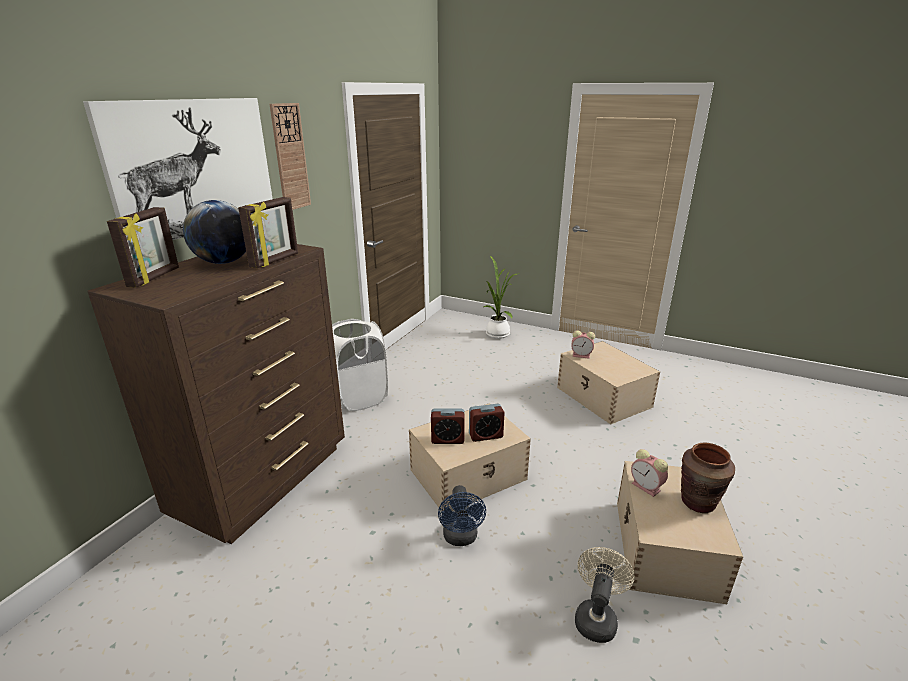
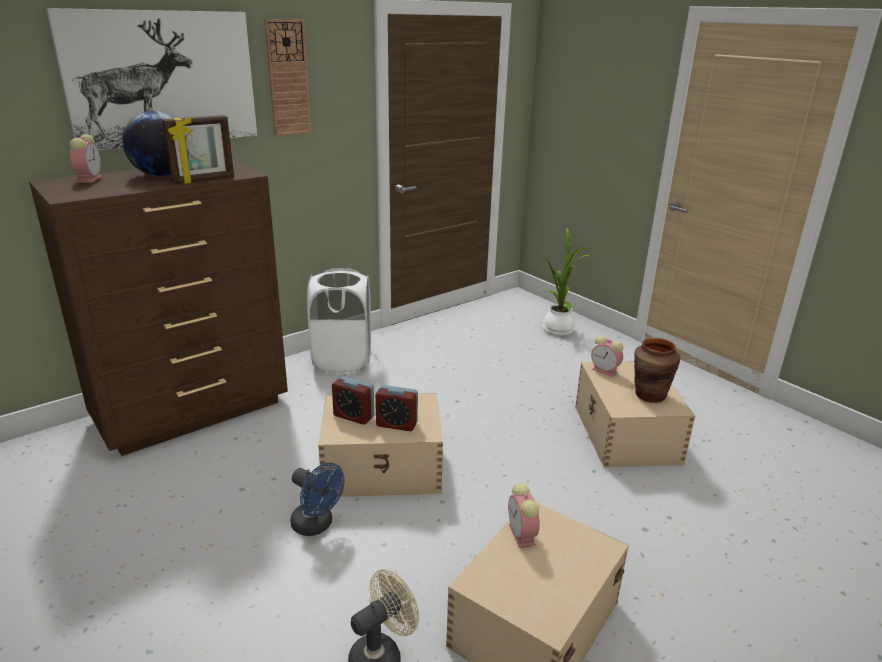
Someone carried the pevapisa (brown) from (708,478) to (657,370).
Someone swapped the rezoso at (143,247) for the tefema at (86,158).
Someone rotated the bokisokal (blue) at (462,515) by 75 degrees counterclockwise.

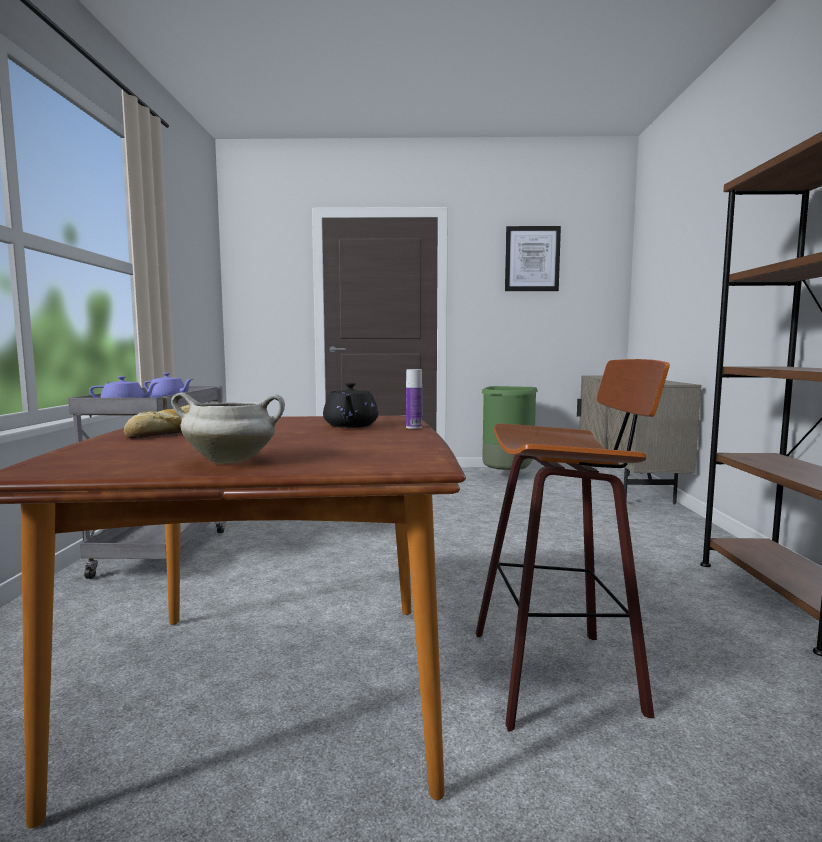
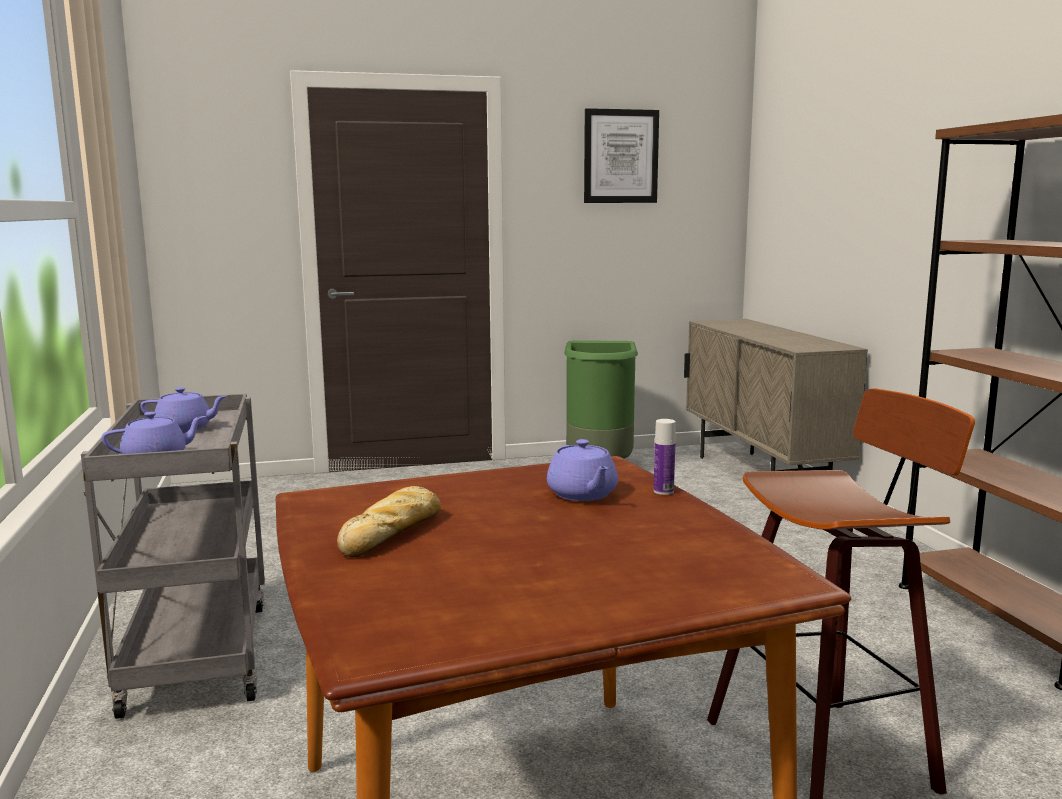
Someone took away the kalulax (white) at (228,428).
Someone repainted the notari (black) at (350,405), which became the notari (purple) at (582,470).

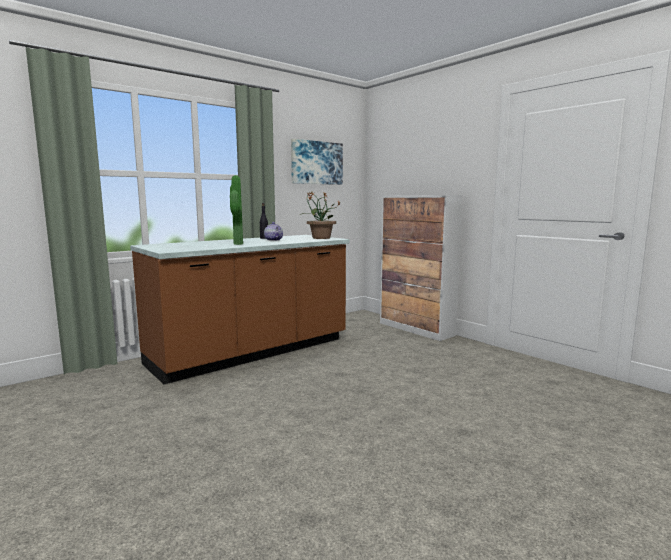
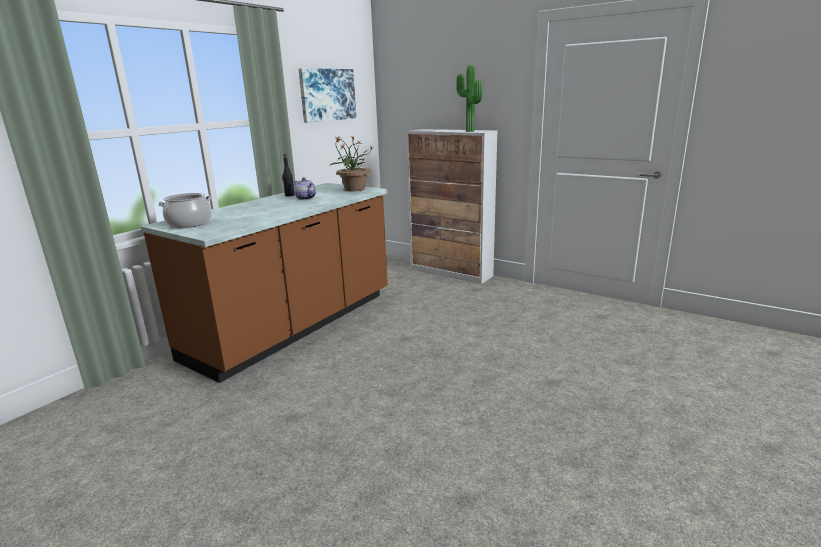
Someone put down the kalulax at (185,210).
Someone carried the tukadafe from (236,210) to (469,98).

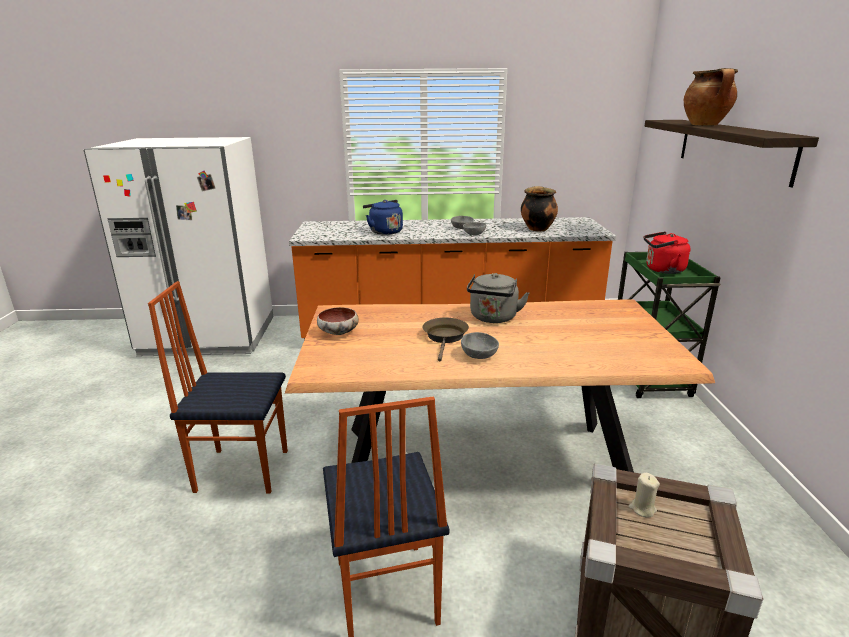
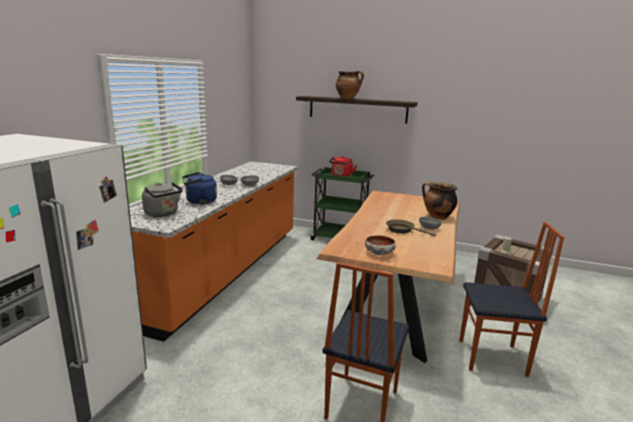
Someone carried the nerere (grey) from (498,298) to (162,199).
Someone carried the kalulax from (539,209) to (439,201).

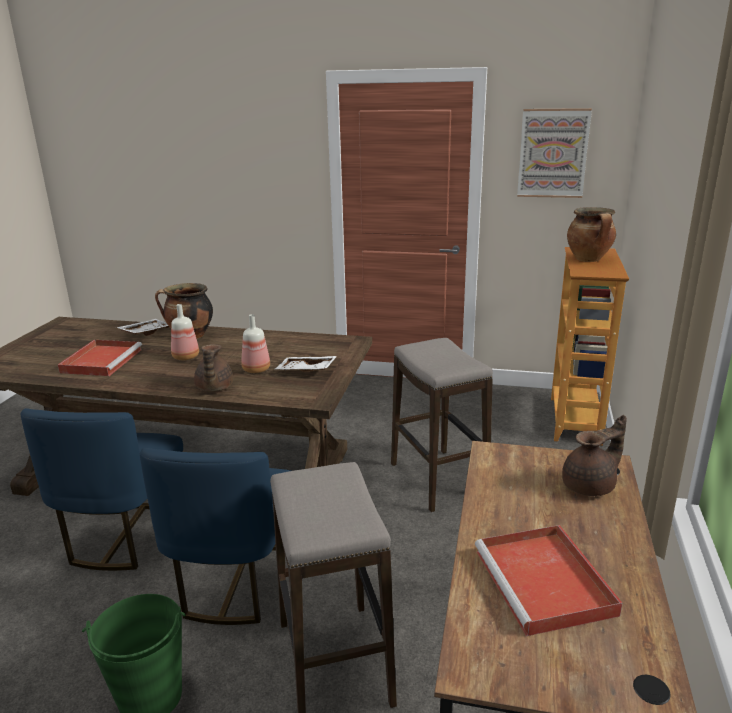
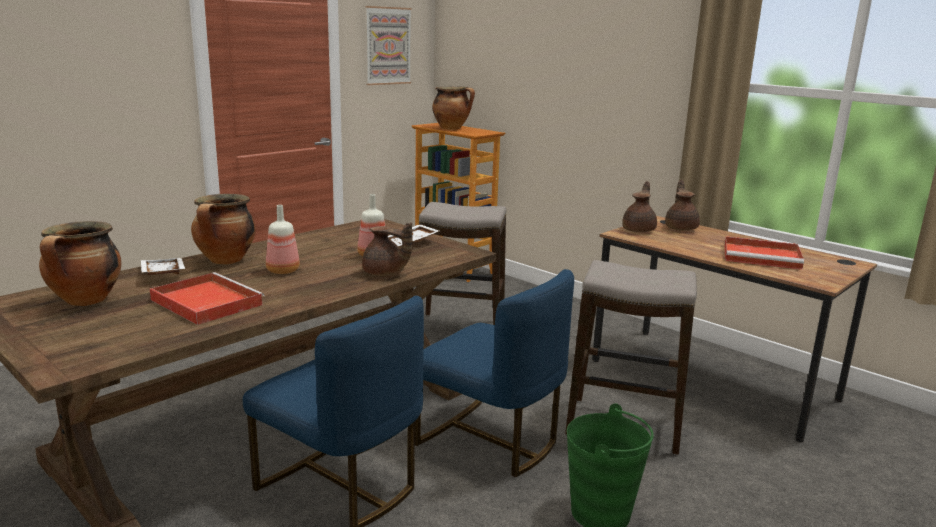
Someone put down the kalulax at (80,263).
Someone put down the notari (brown) at (639,206).

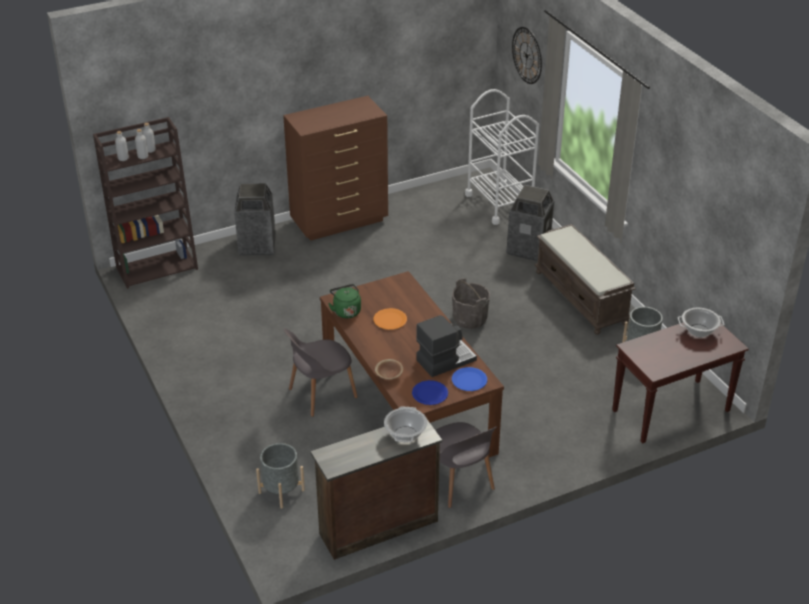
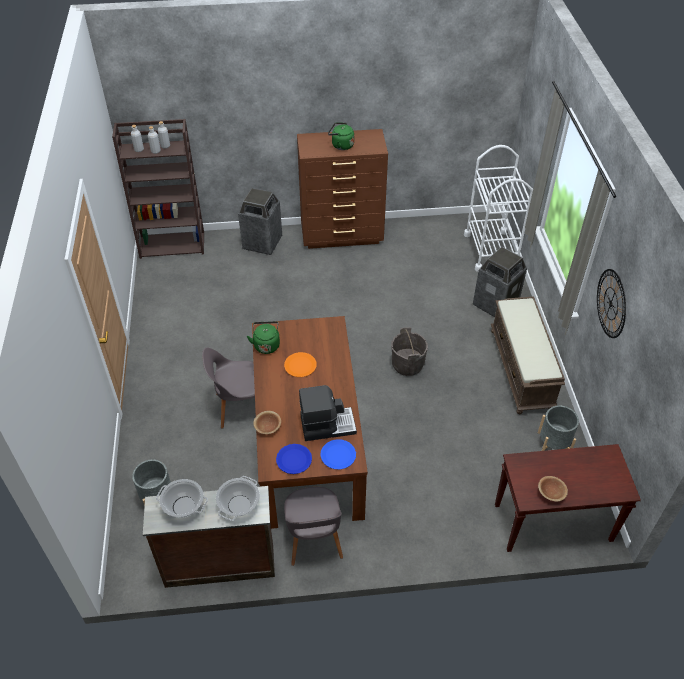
Someone put down the nerere (green) at (341,136).
Someone put down the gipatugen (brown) at (553,489).
Someone carried the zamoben from (527,55) to (611,303).
Someone carried the kalulax from (701,322) to (182,498).

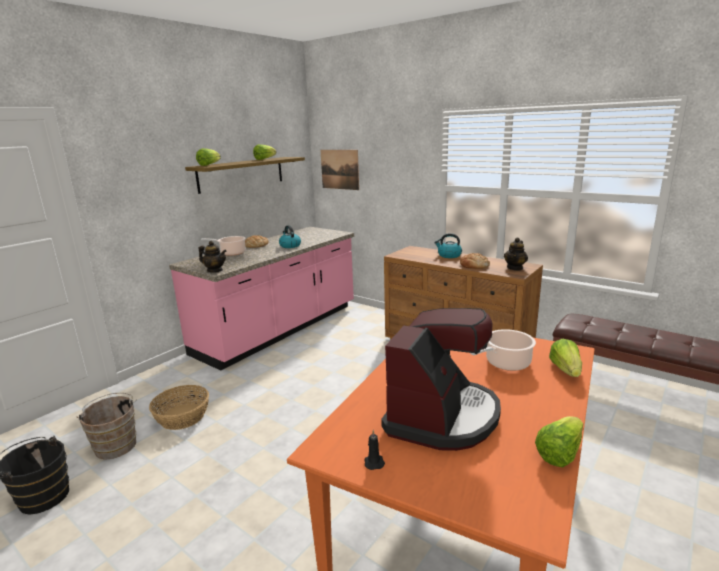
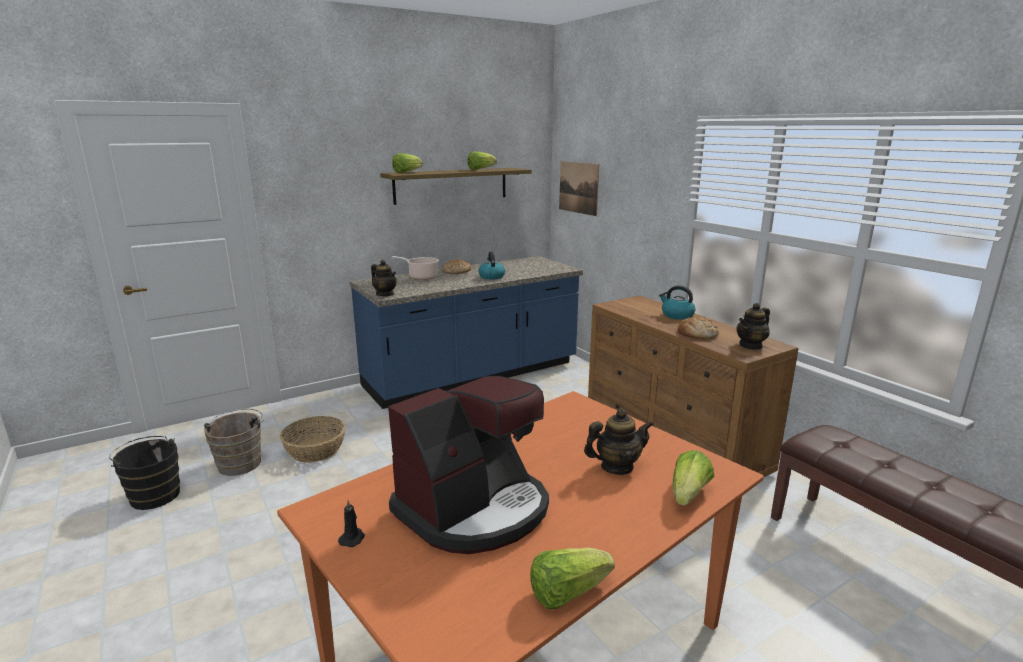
Someone swapped the kalulax at (503,350) for the notari at (619,441).
Someone repainted the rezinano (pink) at (261,298), which became the rezinano (blue) at (466,332).

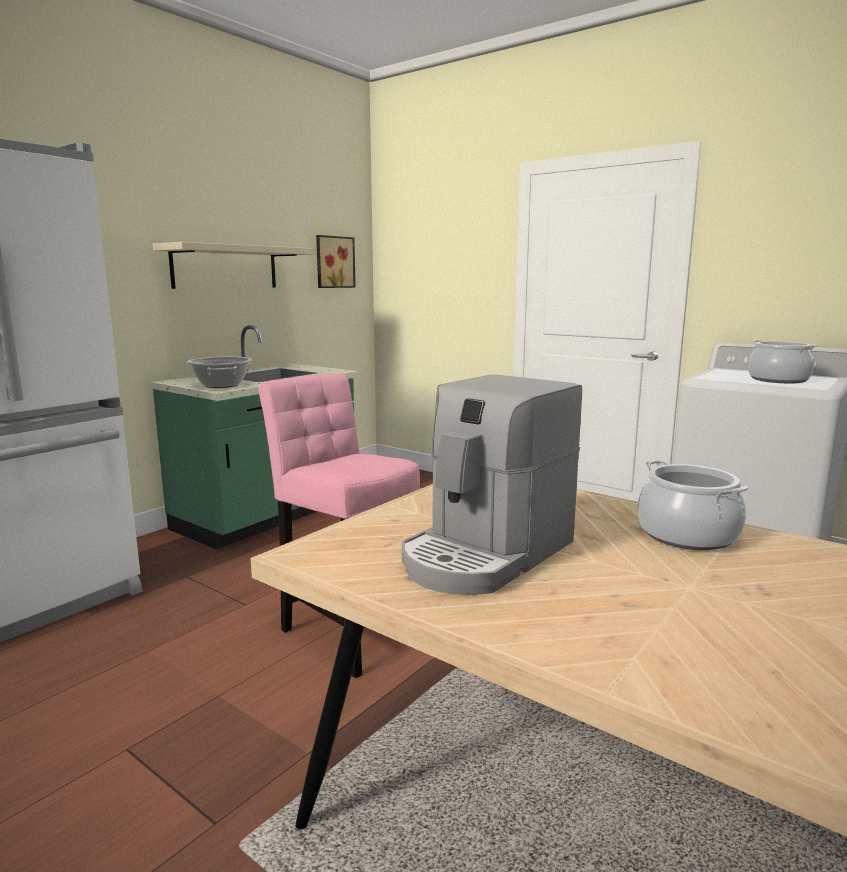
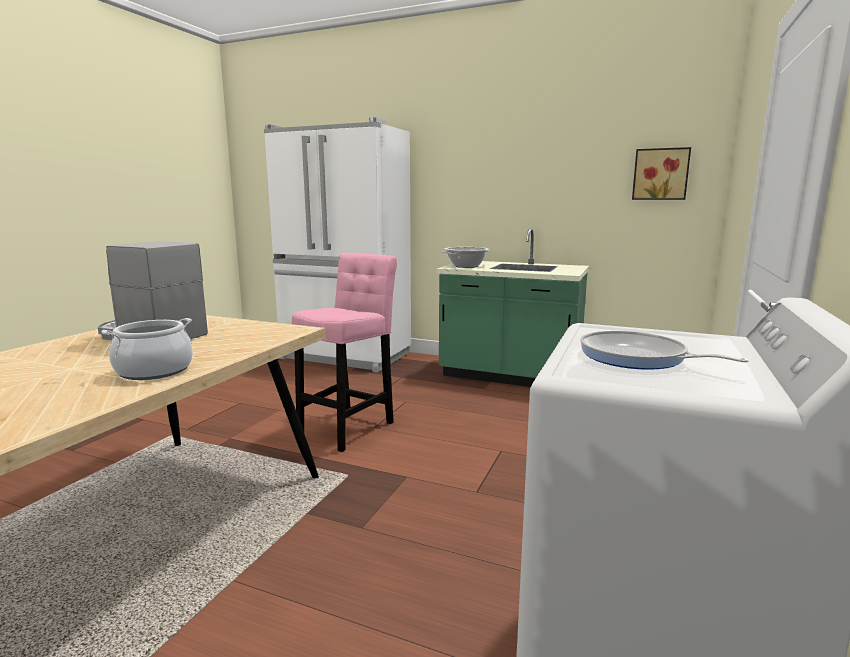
Someone took away the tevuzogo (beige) at (233,265).
Someone swapped the kalulax at (783,361) for the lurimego at (664,350).

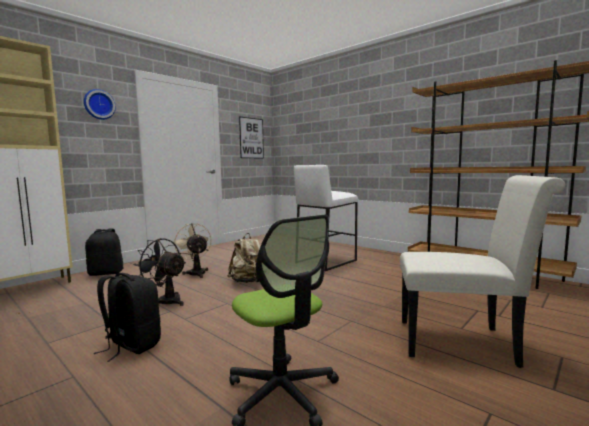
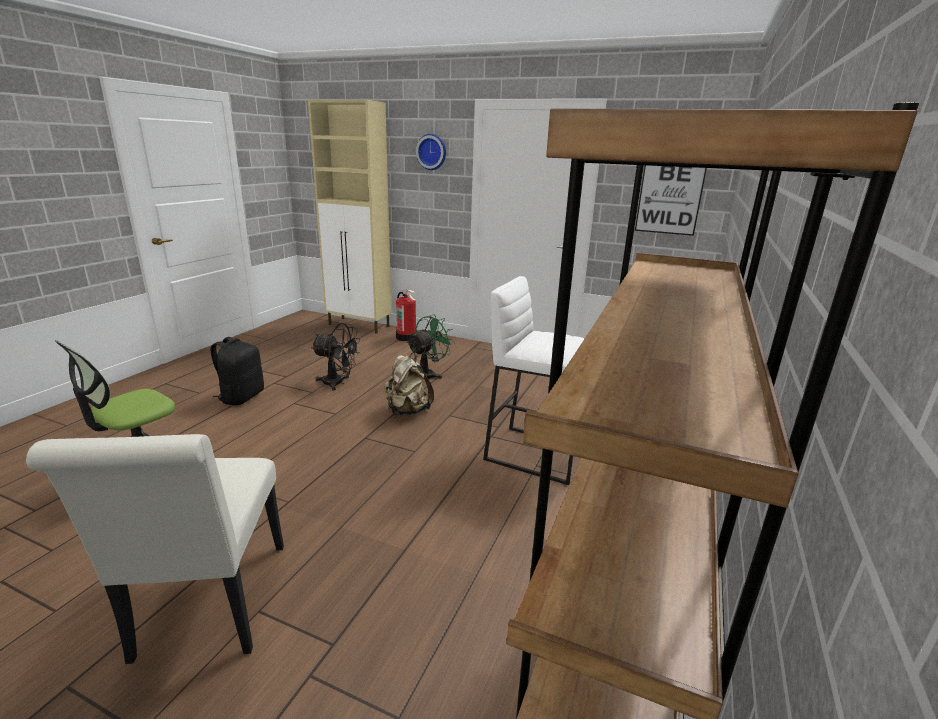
Someone swapped the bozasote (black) at (104,252) for the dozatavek at (406,315).
Someone repainted the bokisokal (beige) at (192,251), which became the bokisokal (green) at (431,347).
Someone rotated the bokisokal (black) at (159,272) by 90 degrees clockwise.

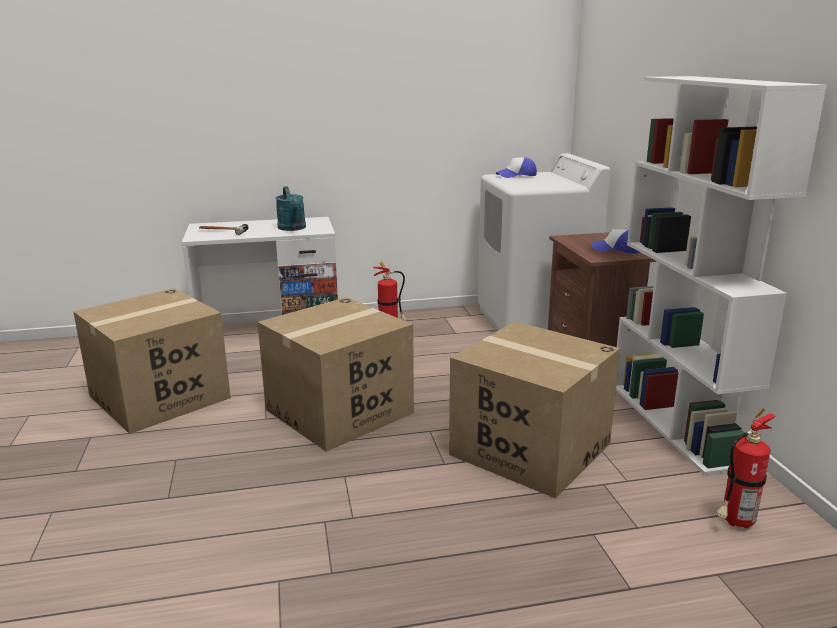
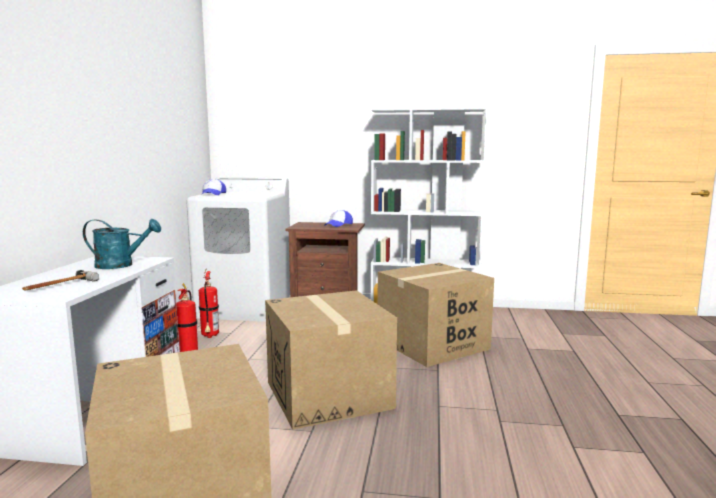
Someone carried the dozatavek from (746,468) to (209,304).

